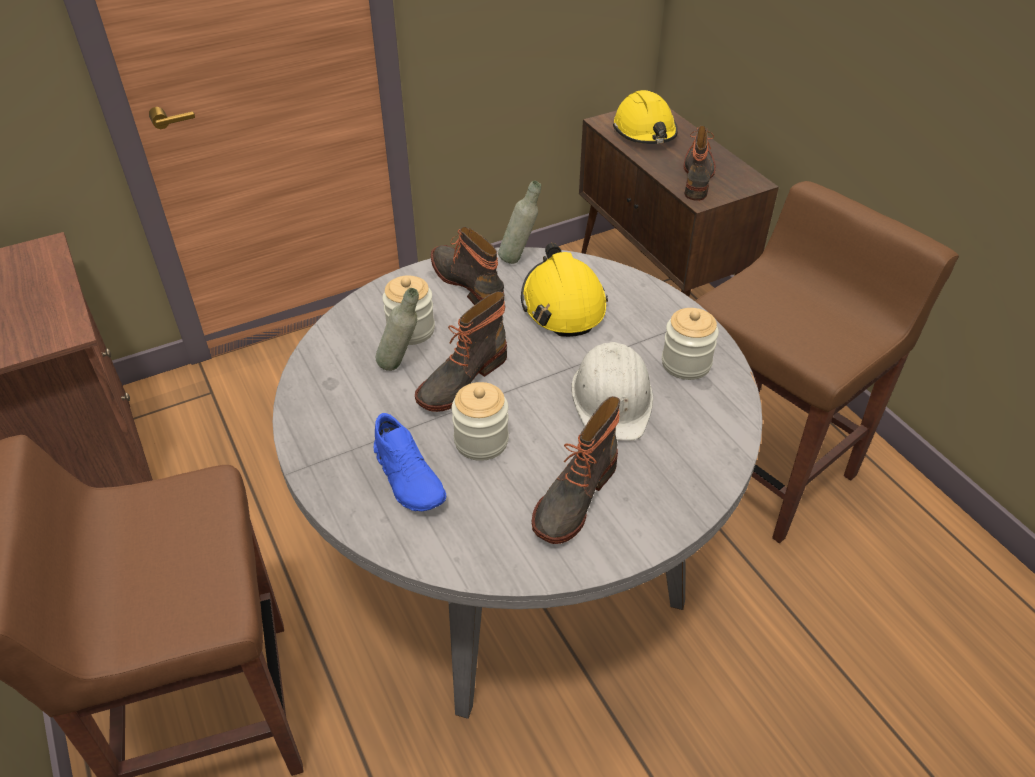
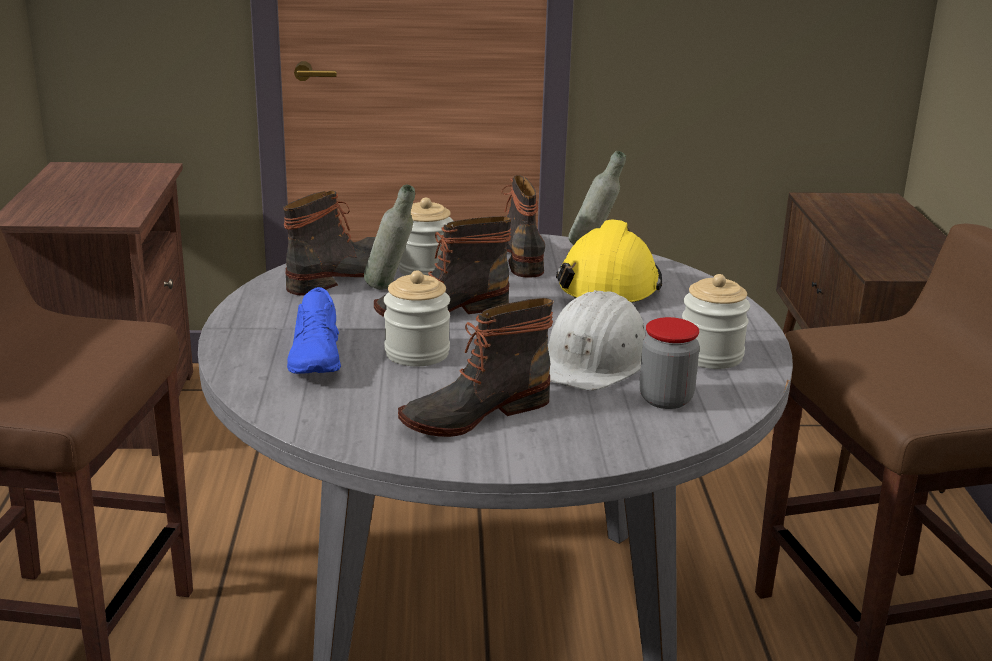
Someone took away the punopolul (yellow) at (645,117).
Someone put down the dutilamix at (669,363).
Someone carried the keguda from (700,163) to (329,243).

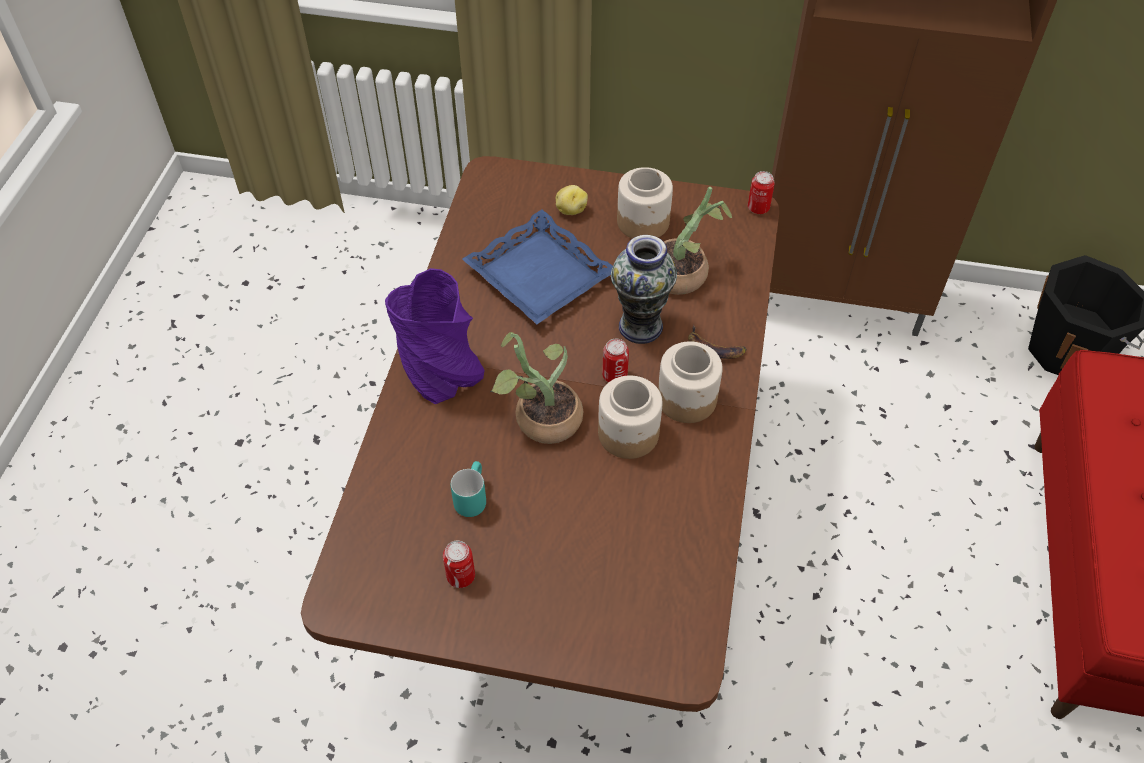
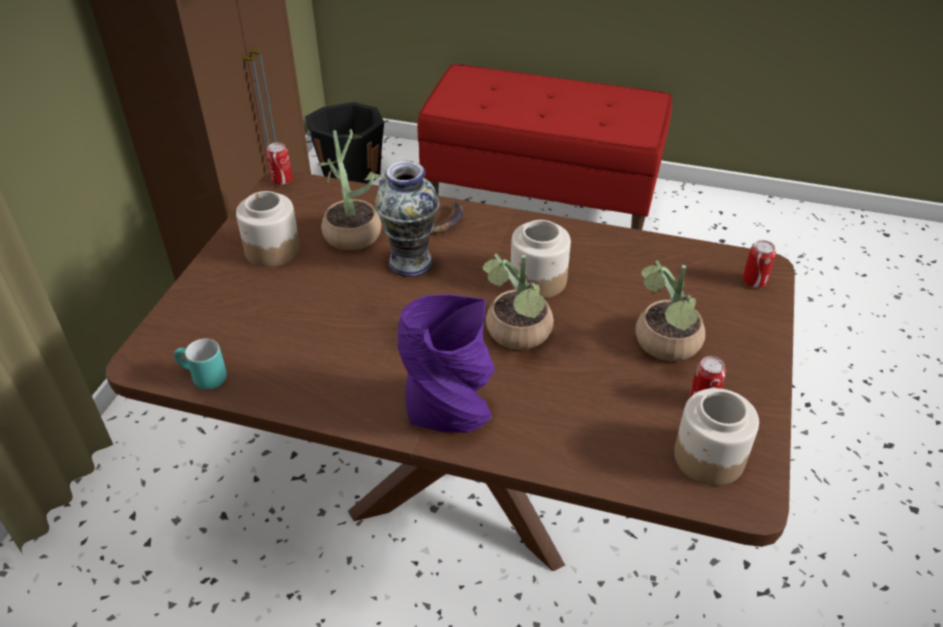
Someone took away the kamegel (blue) at (537,266).
Someone took away the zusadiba at (572,200).
Someone put down the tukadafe at (670,310).
Someone carried the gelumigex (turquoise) from (468,489) to (200,364).
Someone carried the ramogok from (615,360) to (759,264).
Someone carried the dutilamix from (690,382) to (716,437).

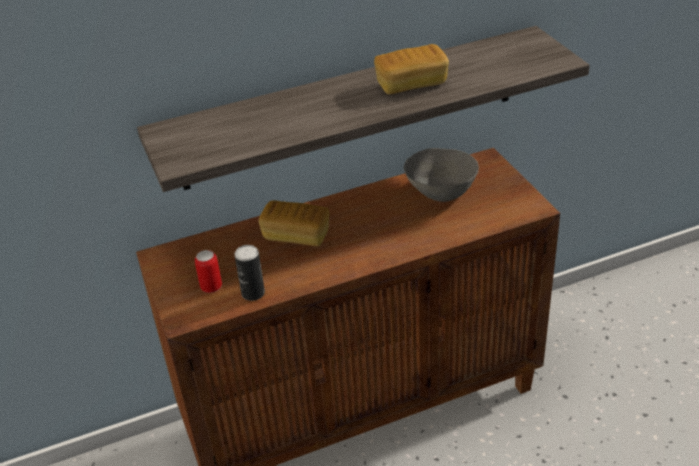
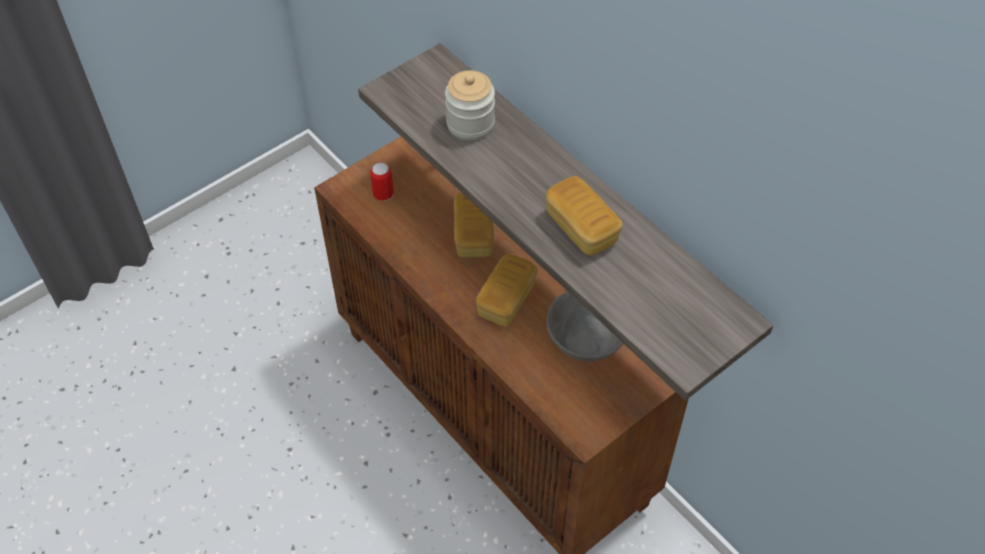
Someone took away the ramogok at (249,273).
Someone put down the dutilamix at (470,105).
Someone put down the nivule at (507,290).

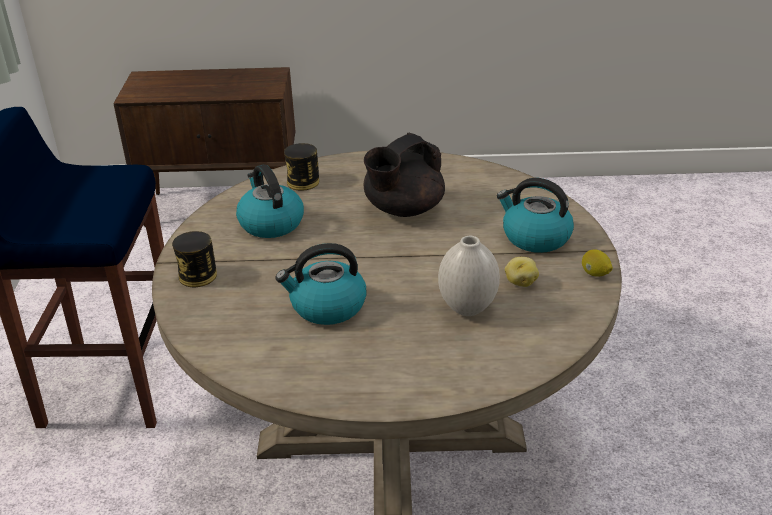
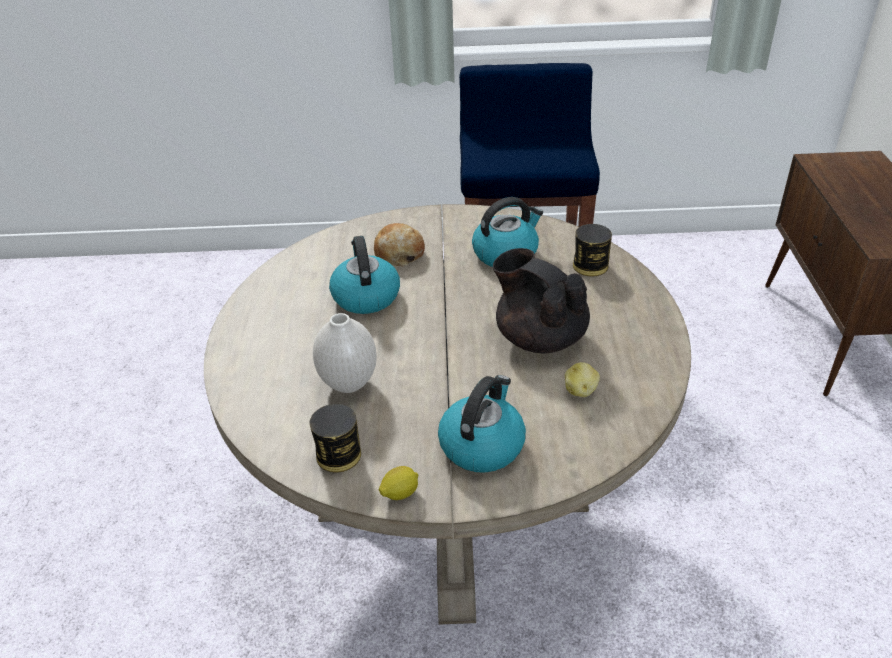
Someone put down the nivule at (399,244).
Someone carried the ramogok from (194,259) to (335,438).
Someone carried the zusadiba from (522,272) to (582,379).

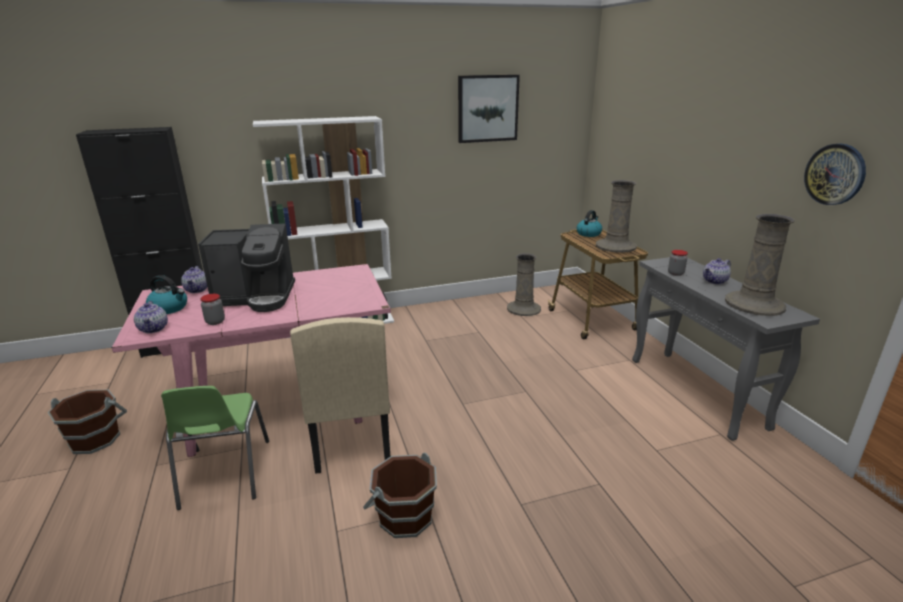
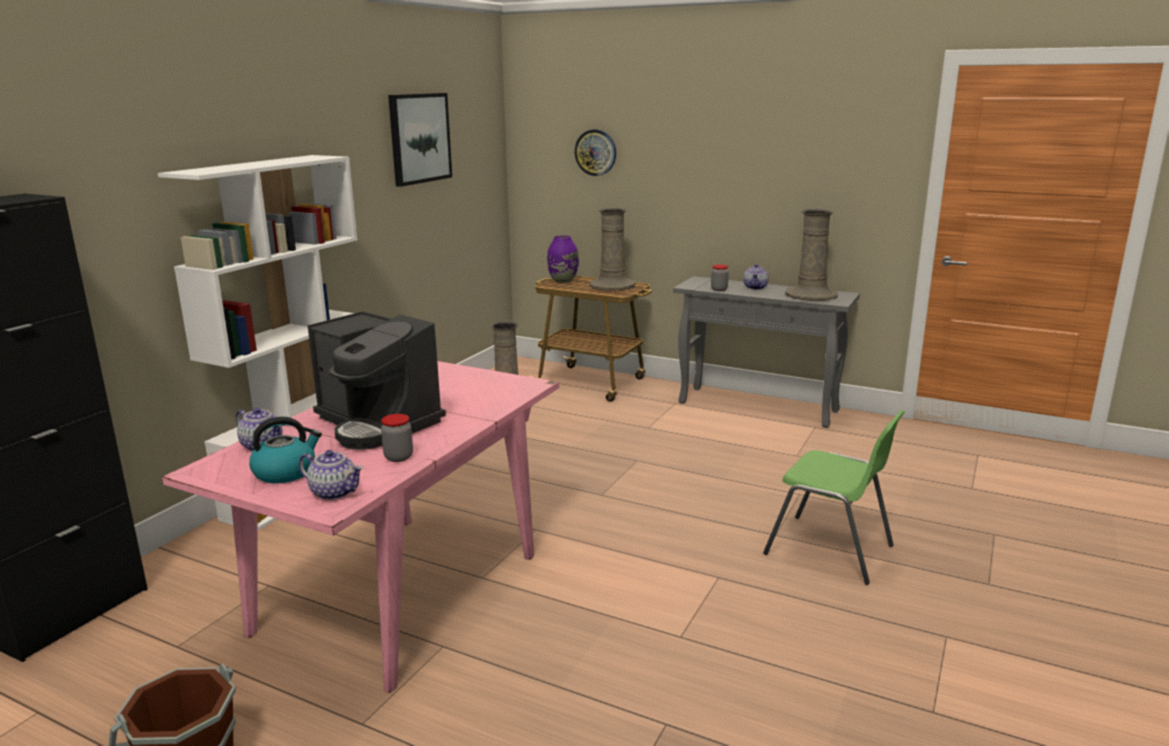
Someone took away the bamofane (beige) at (340,395).
Someone took away the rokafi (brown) at (400,495).
Someone carried the bamofane (green) from (215,448) to (834,497).
Someone carried the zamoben from (835,174) to (595,152).
Someone swapped the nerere at (589,223) for the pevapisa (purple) at (563,259).
Someone rotated the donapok at (246,268) by 90 degrees clockwise.

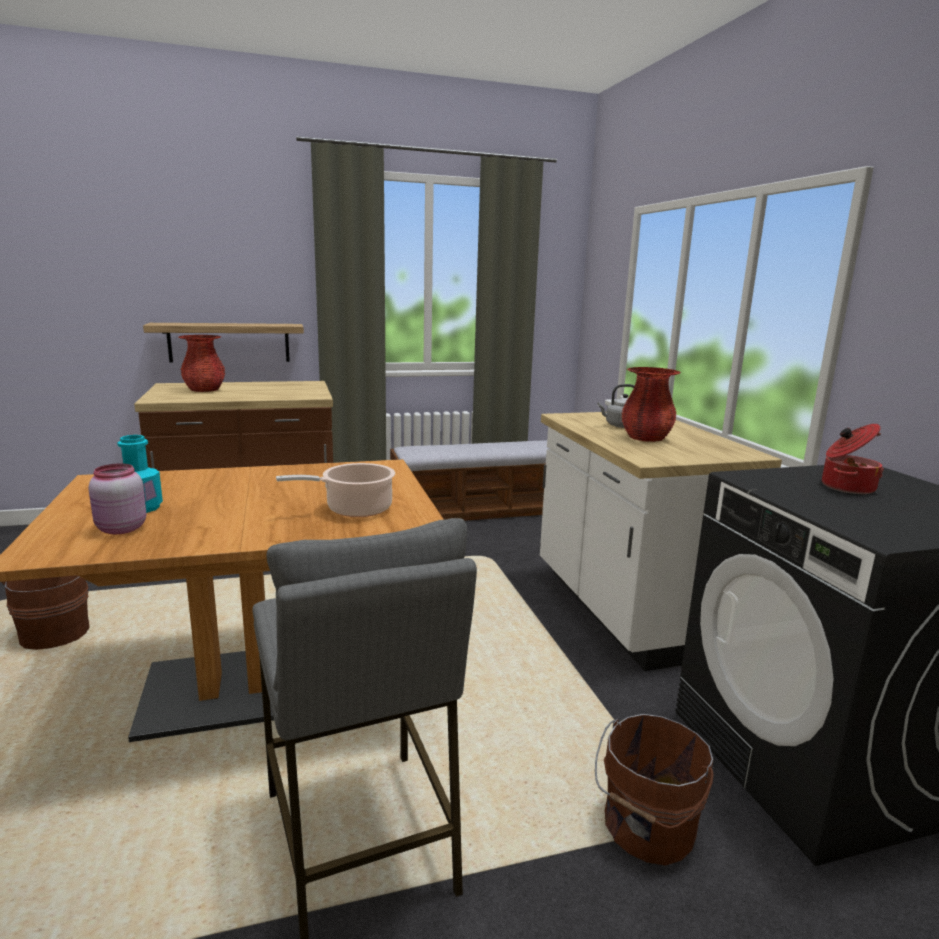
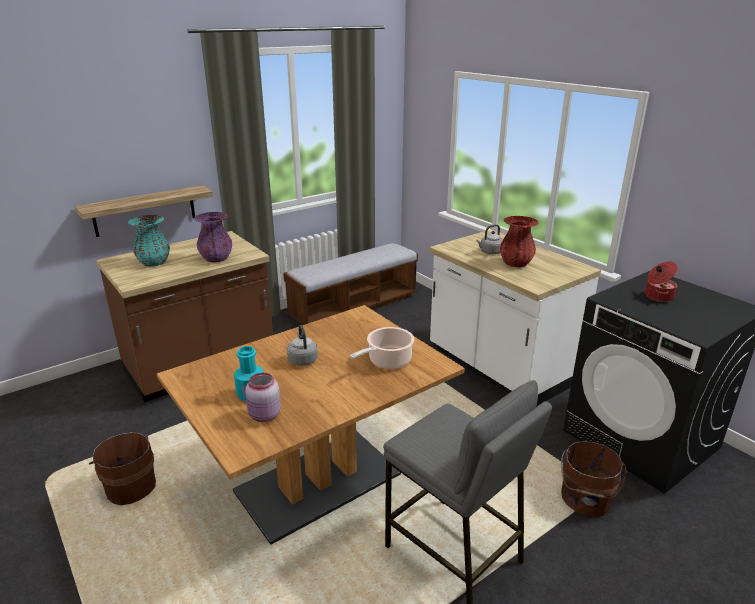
Someone put down the pevapisa (purple) at (213,237).
Someone put down the nerere (grey) at (302,345).
Someone repainted the pevapisa (red) at (201,363), which became the pevapisa (turquoise) at (149,240).

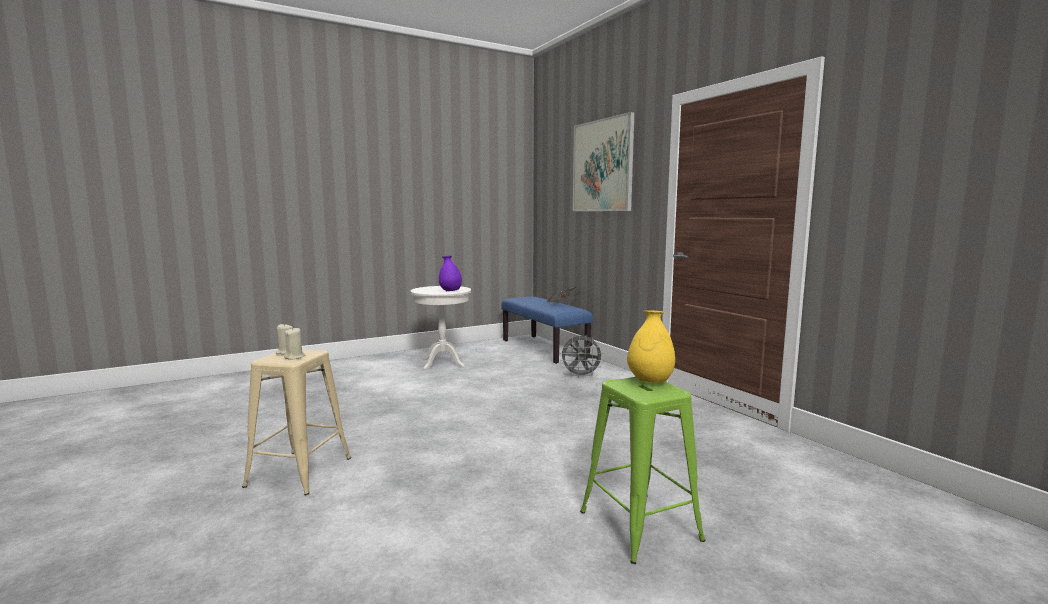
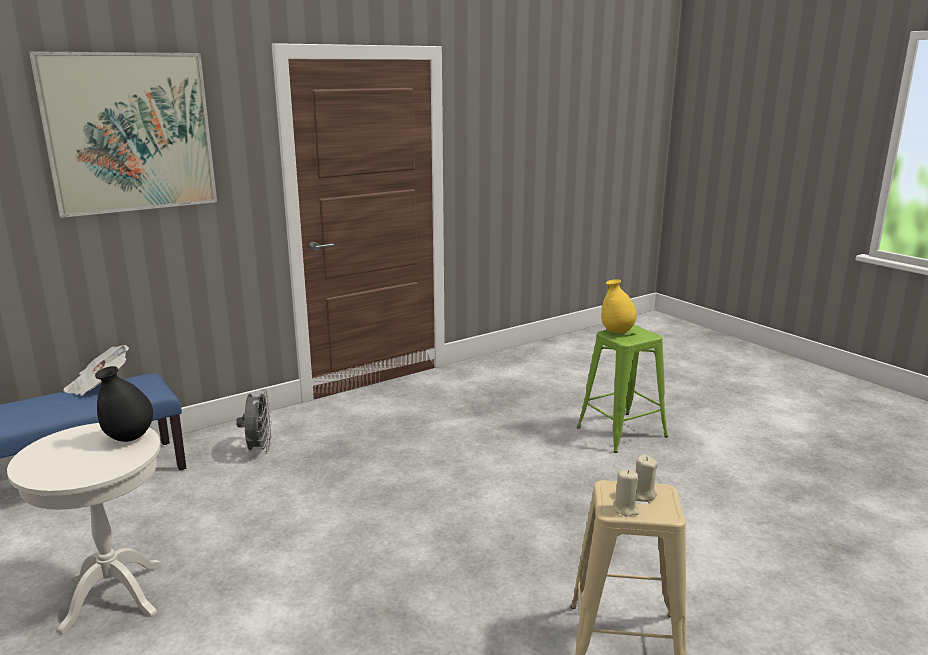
Someone repainted the pevapisa (purple) at (450,273), which became the pevapisa (black) at (124,404).

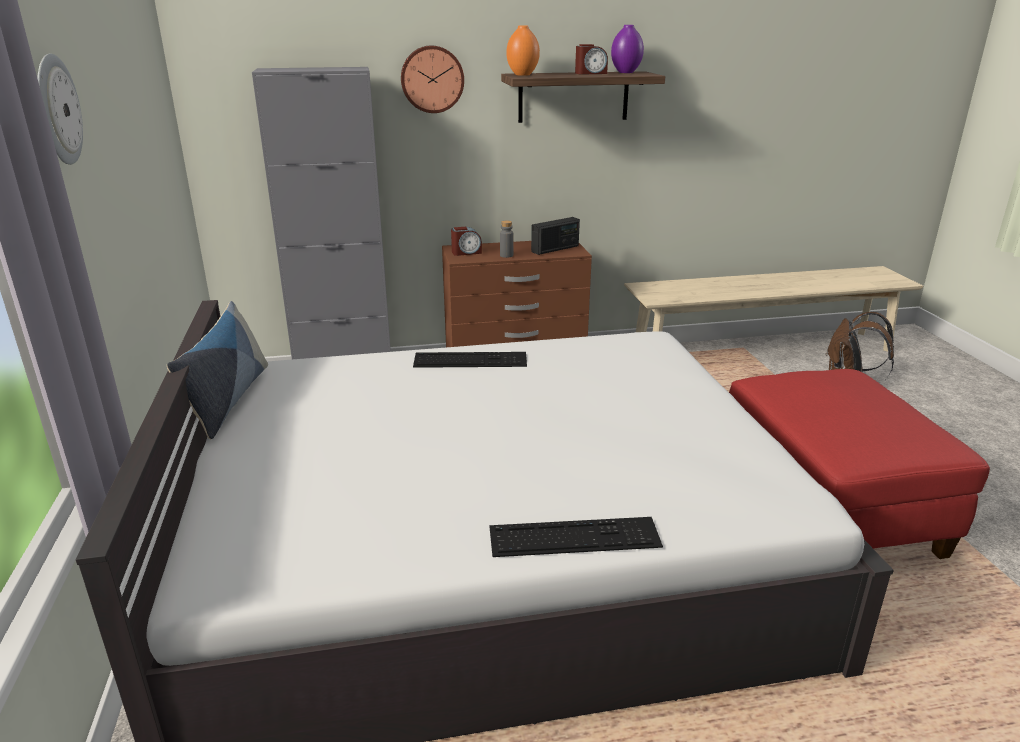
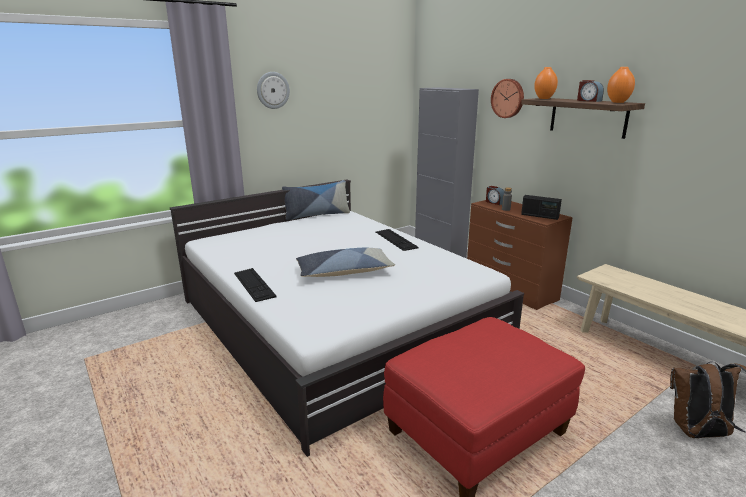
Someone put down the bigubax at (345,262).
Someone repainted the pevapisa (purple) at (627,49), which became the pevapisa (orange) at (621,85).

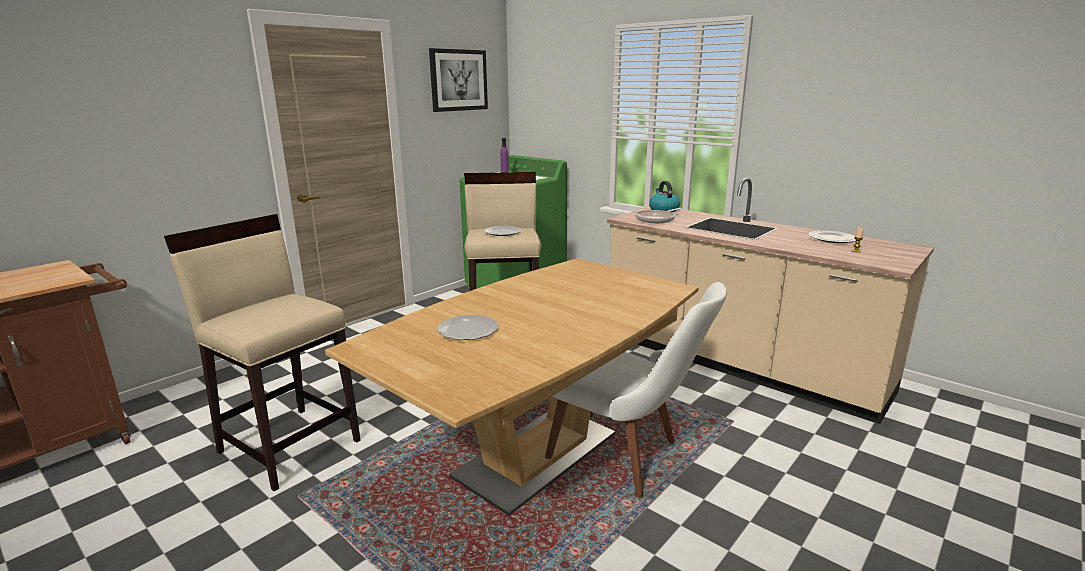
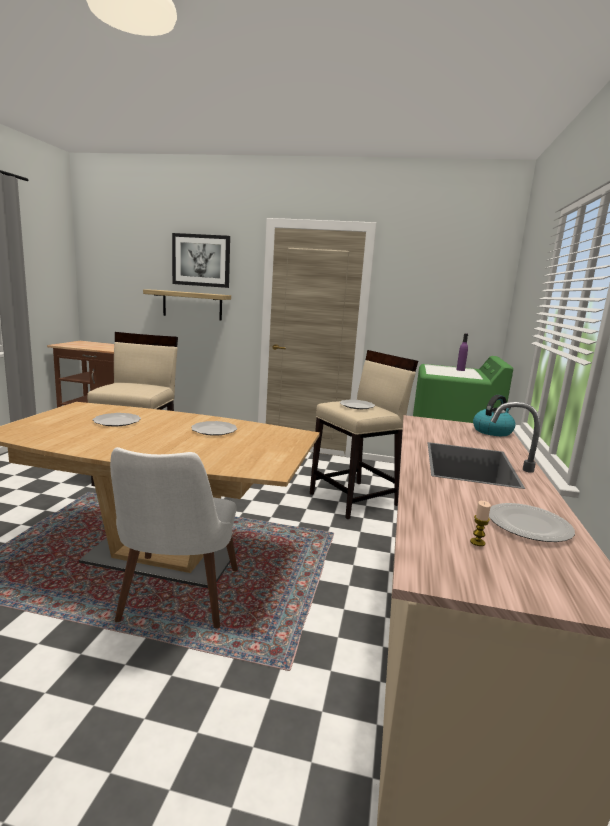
Someone took away the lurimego at (658,215).
Someone put up the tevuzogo at (187,305).
Someone put down the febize at (214,428).
Someone carried the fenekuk from (458,80) to (201,260).

